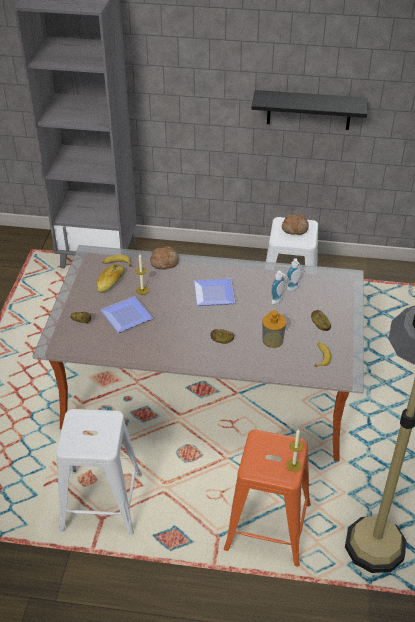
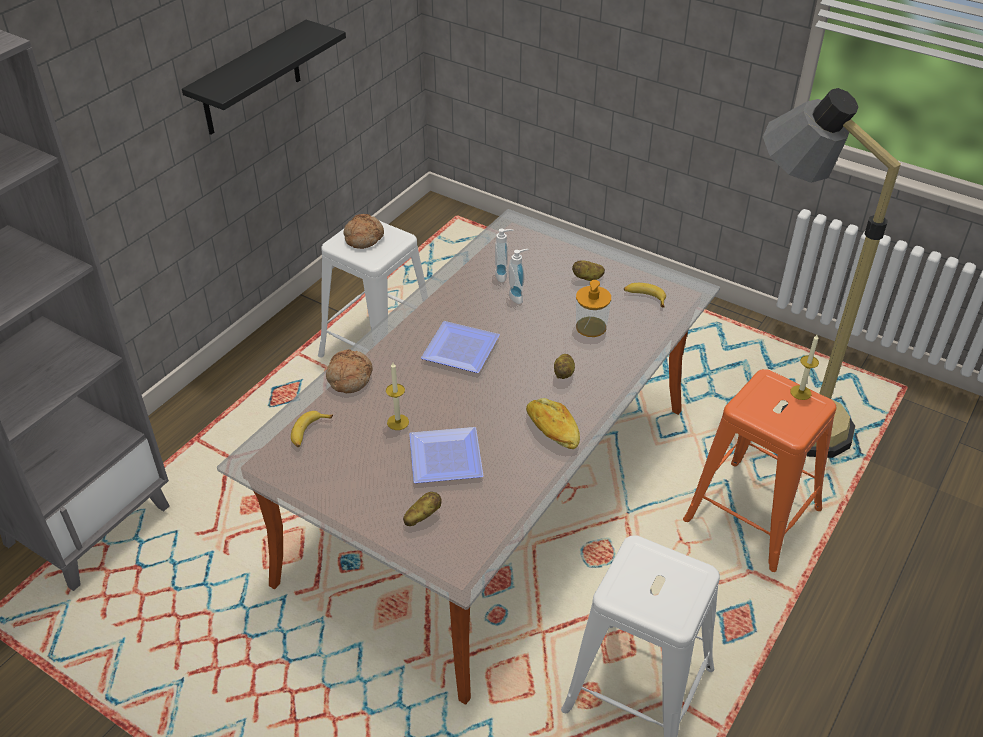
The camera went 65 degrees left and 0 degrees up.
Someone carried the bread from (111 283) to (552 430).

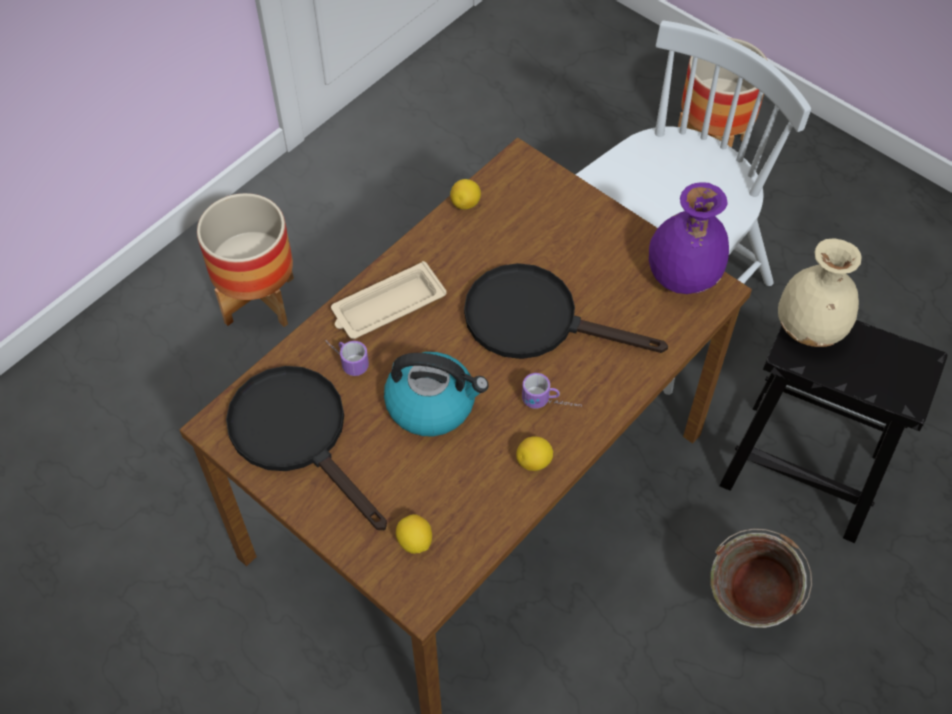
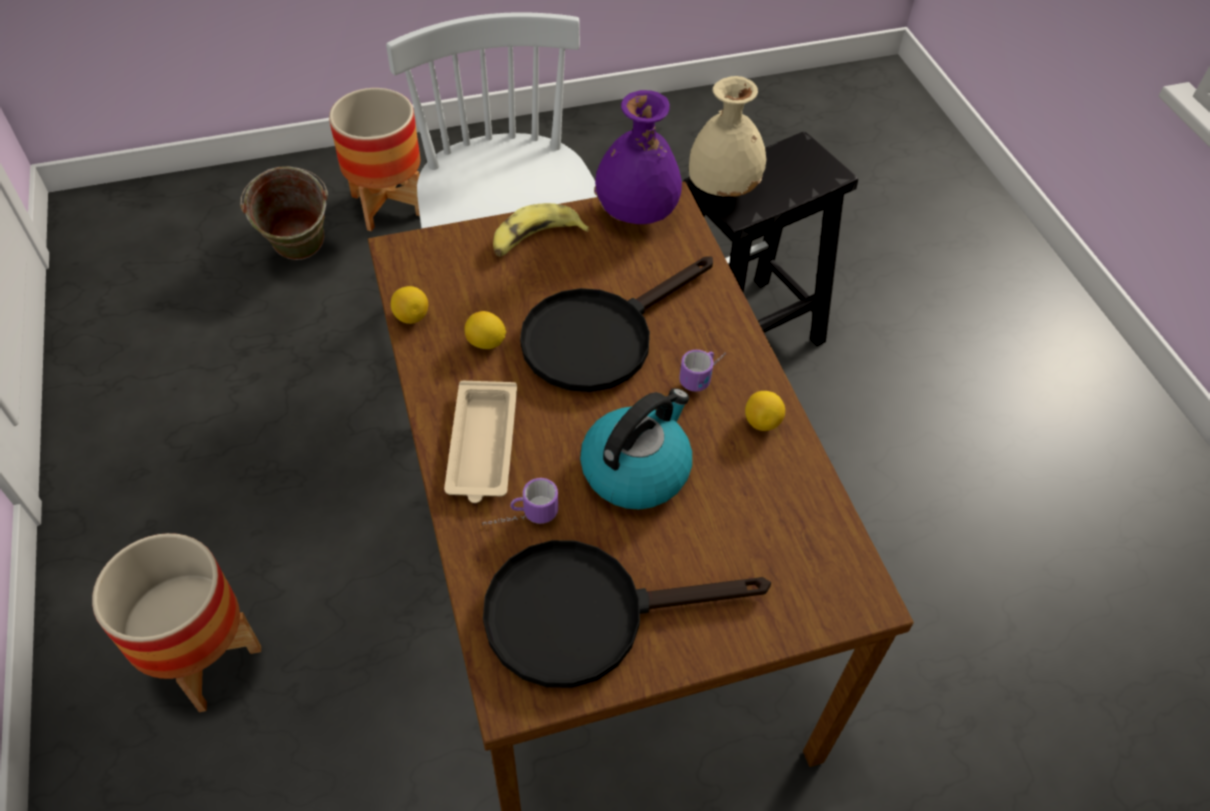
The camera went 60 degrees left and 5 degrees down.
Someone carried the lemon from (414 541) to (486 343).
Someone carried the bucket (green) from (745 608) to (300 257).
Someone put down the banana at (535 240).

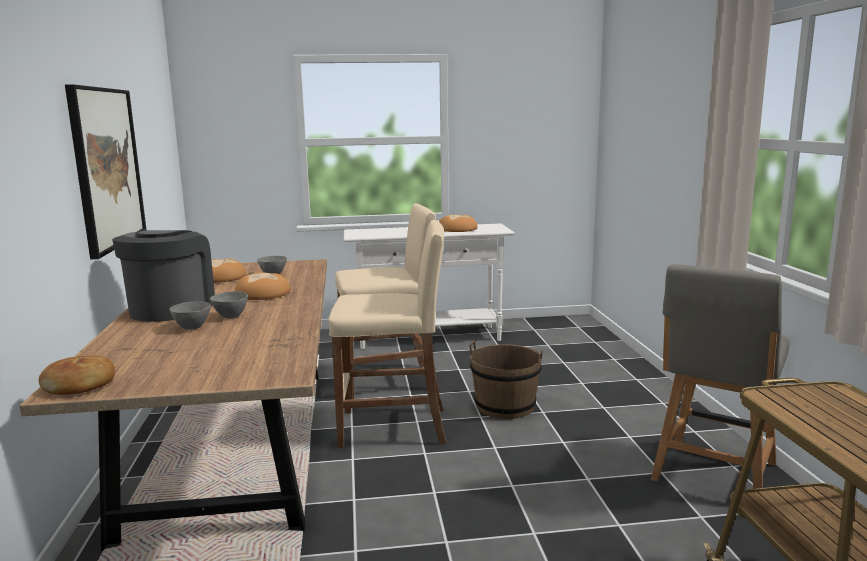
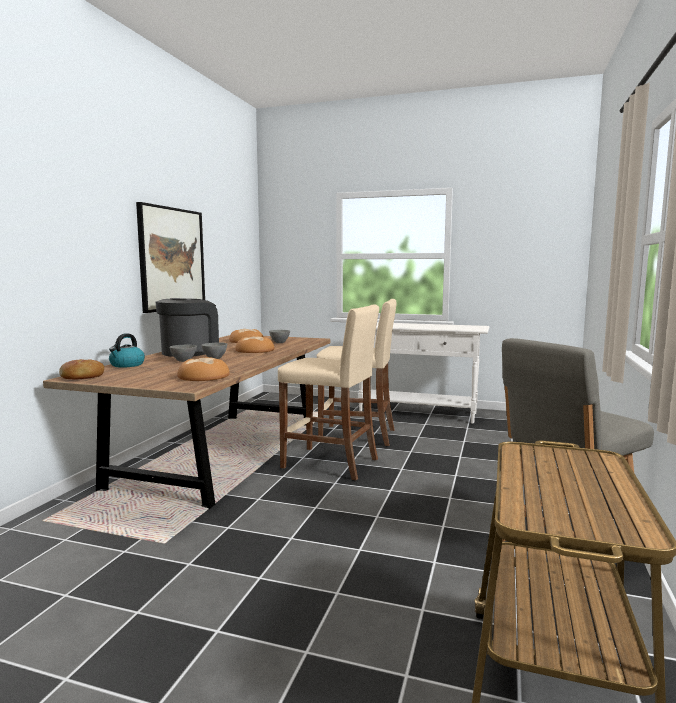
The camera went 25 degrees right and 5 degrees down.
Someone carried the bread from (457 229) to (203 376).
Someone took away the bucket (brown) at (505 406).
Someone put down the kettle at (127 365).

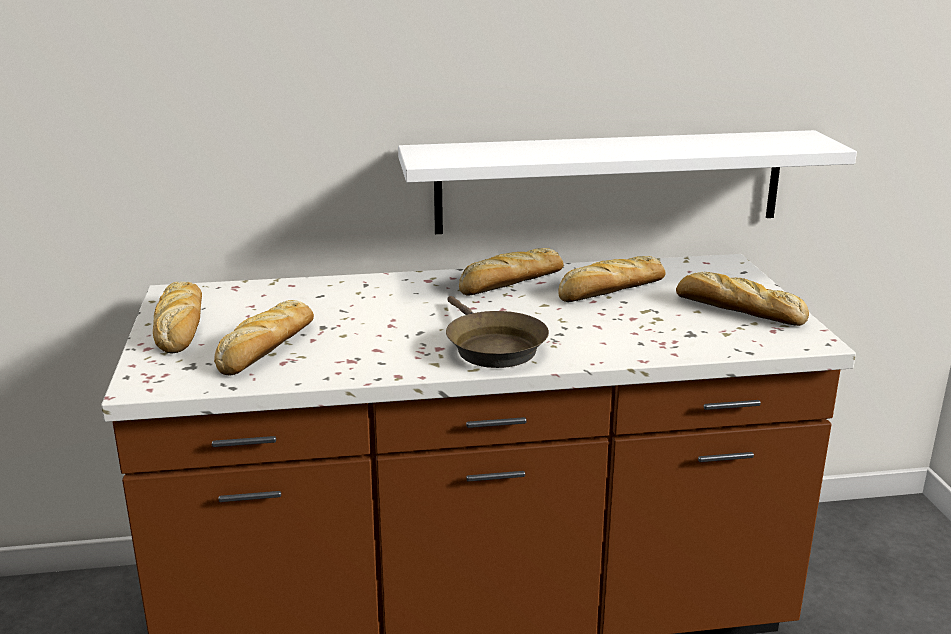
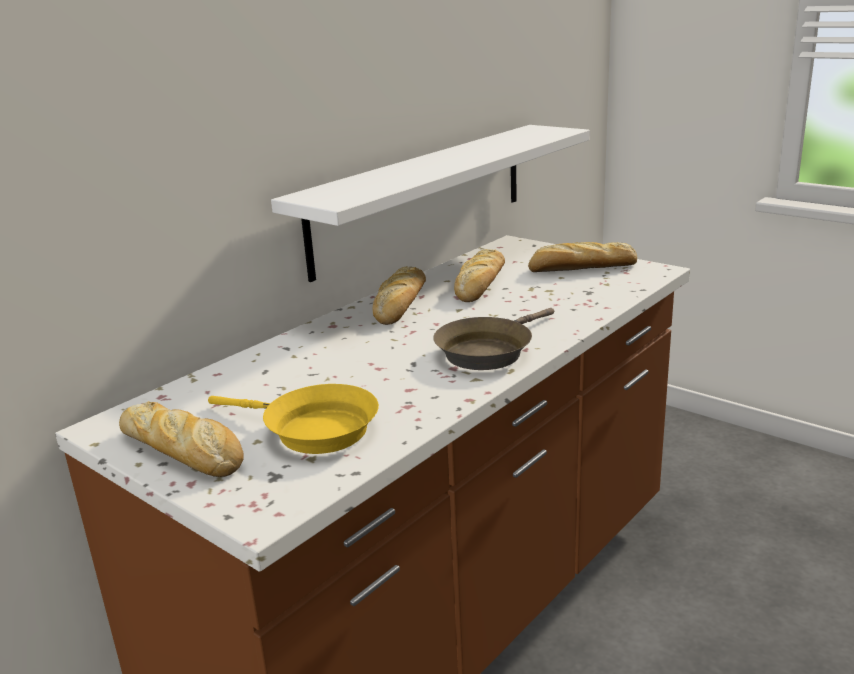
The camera went 40 degrees left and 0 degrees up.
Someone rotated the frying pan (brown) at (491 347) by 105 degrees clockwise.
Someone swapped the bread at (266 348) for the frying pan (yellow) at (313 430).

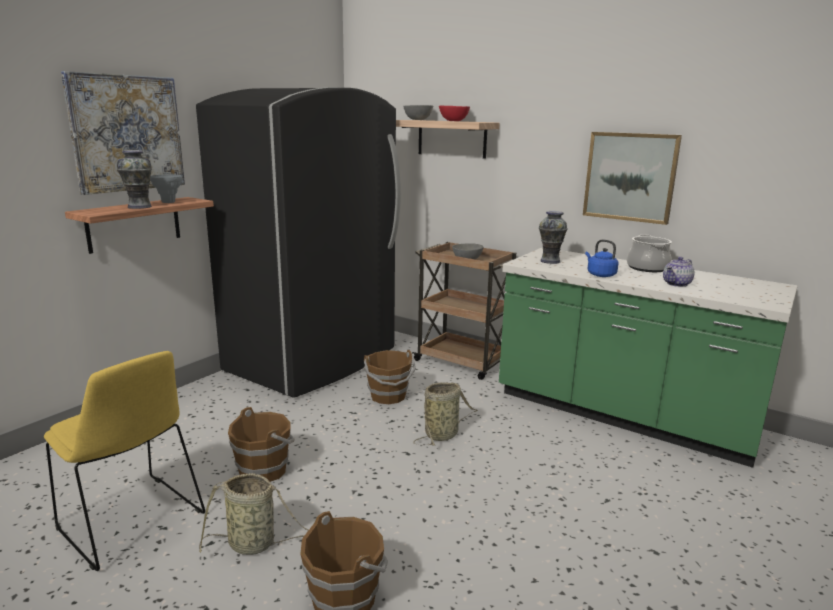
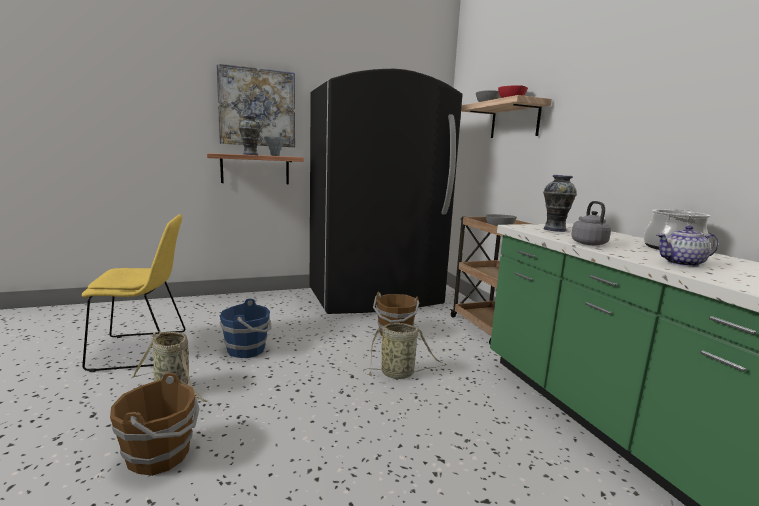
The camera went 35 degrees right and 5 degrees down.
Someone took away the picture at (630 177).
Someone repainted the kettle (blue) at (600 275), which became the kettle (grey) at (587 243).
Someone rotated the chair (yellow) at (132 522) by 90 degrees counterclockwise.
Someone repainted the bucket (brown) at (264 470), which became the bucket (blue) at (247 349).

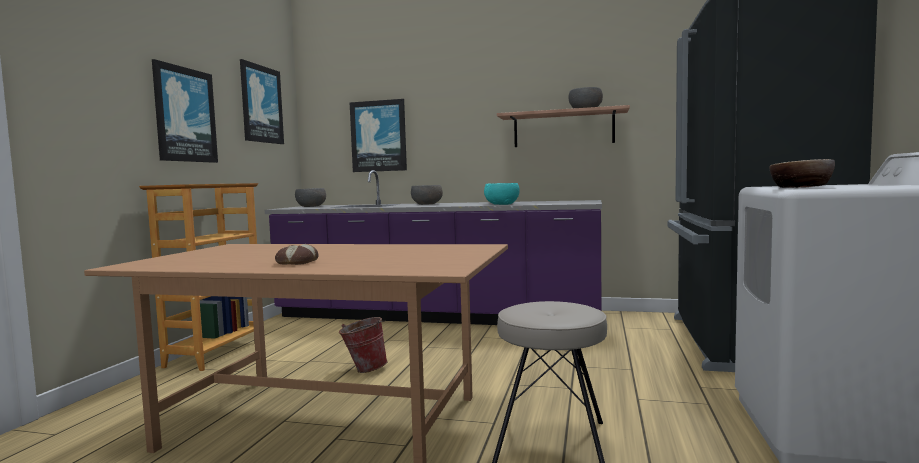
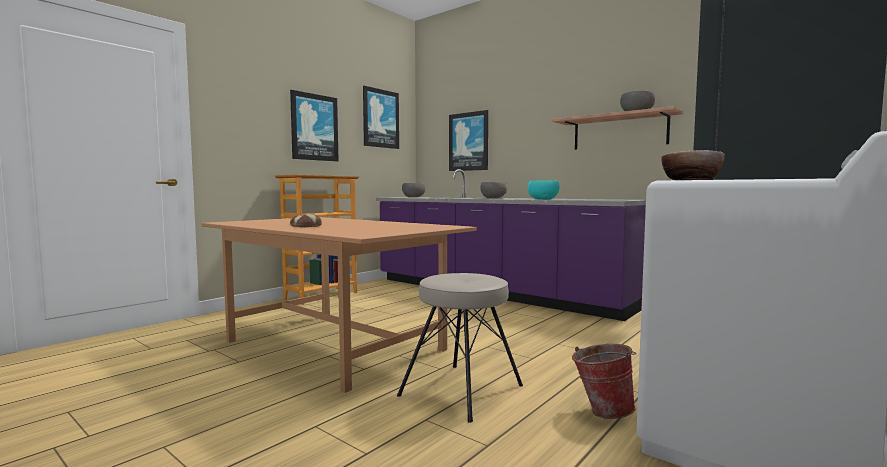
The camera went 25 degrees right and 0 degrees up.
Someone carried the bucket from (364 369) to (601 411).

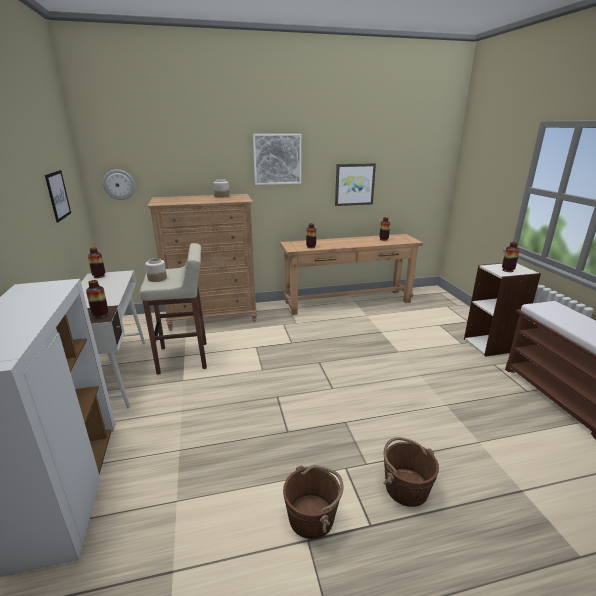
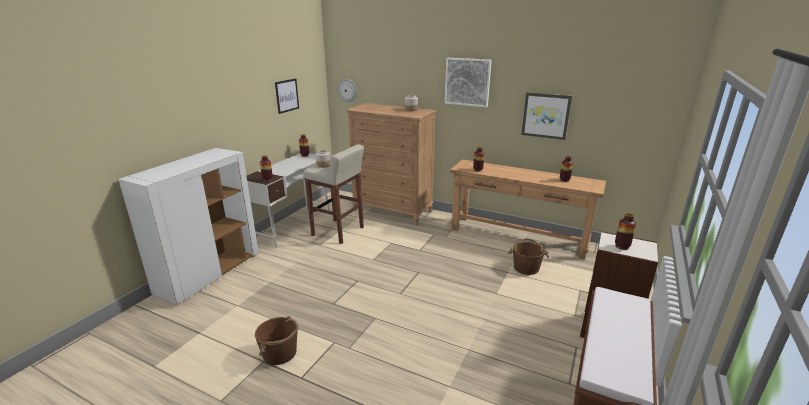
The camera went 40 degrees right and 0 degrees up.
Someone carried the bucket (brown) from (406 487) to (526 267).

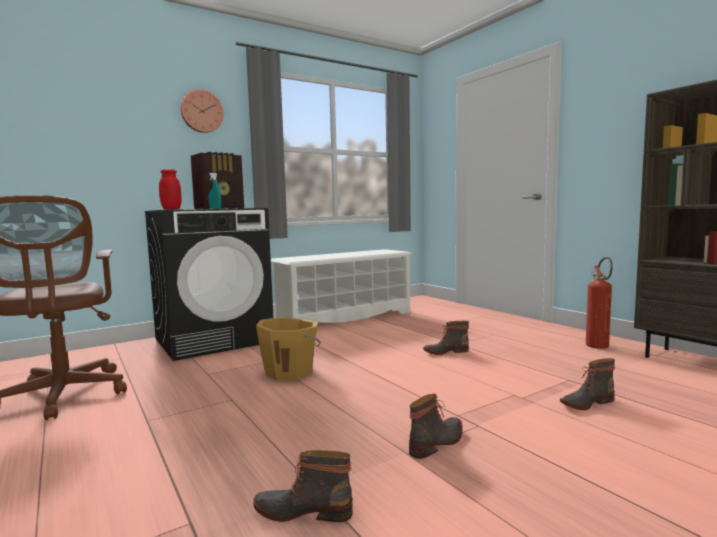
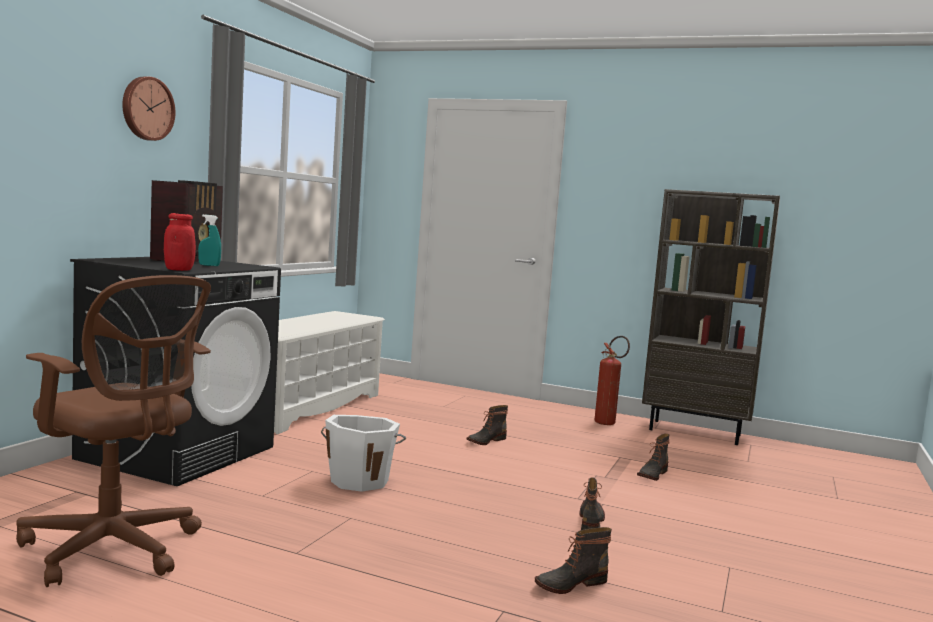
The camera went 35 degrees left and 0 degrees up.
Someone repainted the bucket (orange) at (290 371), which became the bucket (white) at (360 480).

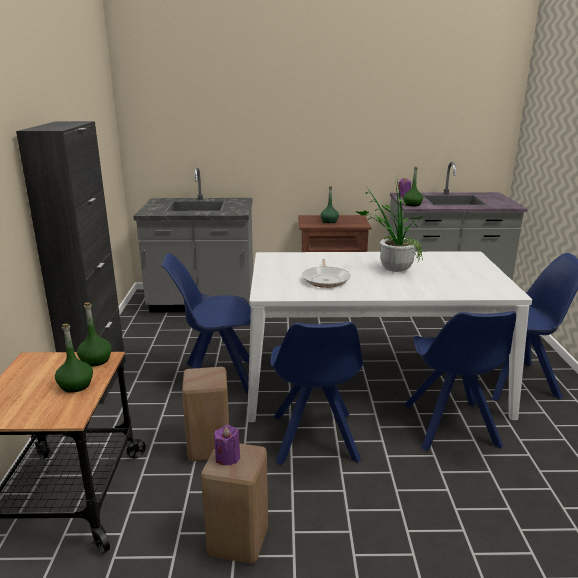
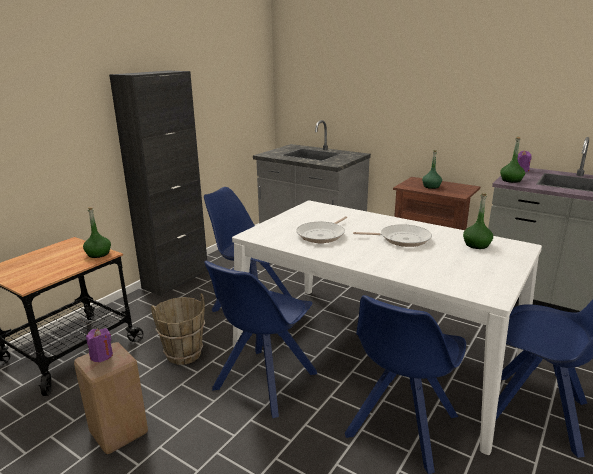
The camera went 35 degrees right and 0 degrees up.
Someone swapped the potted plant at (390 268) for the frying pan at (401 239).
Someone carried the bottle (green) from (75 385) to (476 245).
Someone swapped the stool (beige) at (208 447) for the bucket (brown) at (183 354).

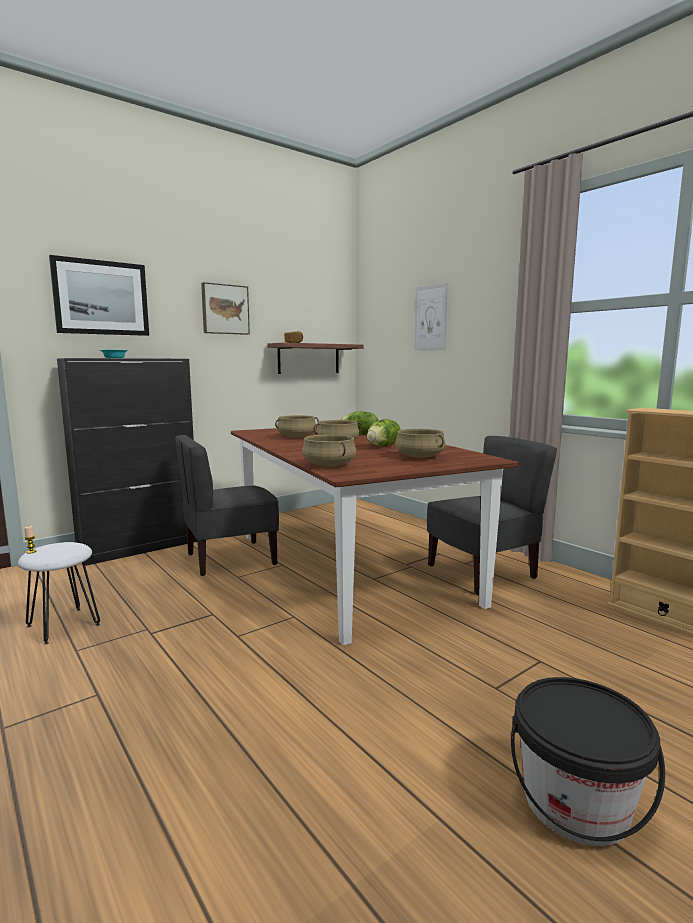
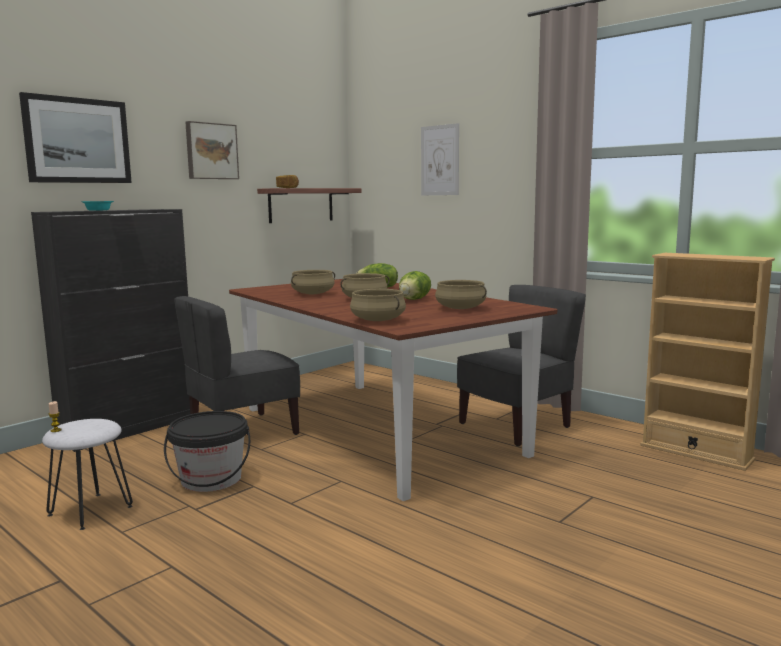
The camera went 10 degrees left and 0 degrees up.
Someone carried the bucket (black) from (576 803) to (211 479).

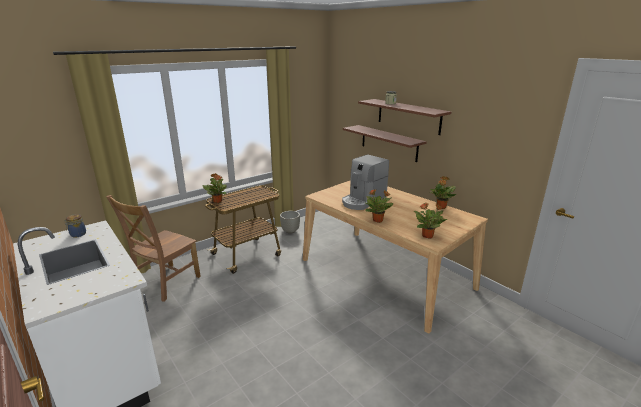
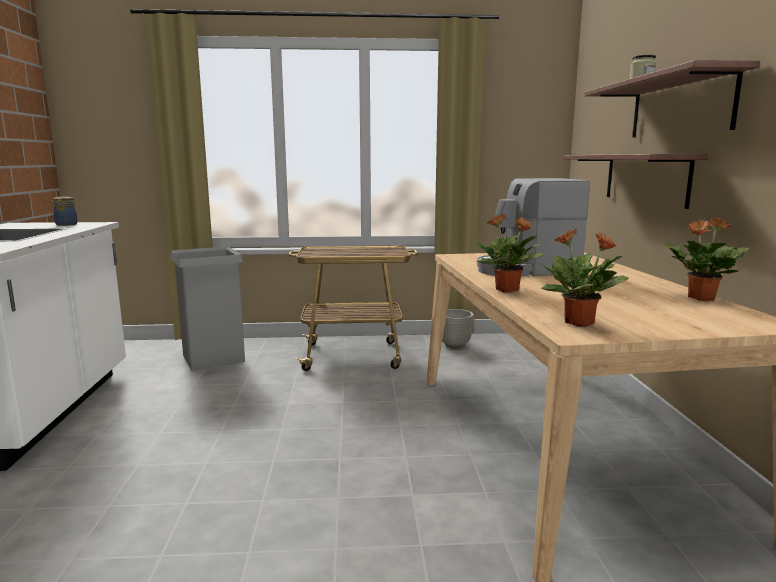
The camera went 35 degrees right and 10 degrees down.
Someone took away the potted plant at (217 201).
Someone swapped the chair (brown) at (165 283) for the trash can (grey) at (213 358).

